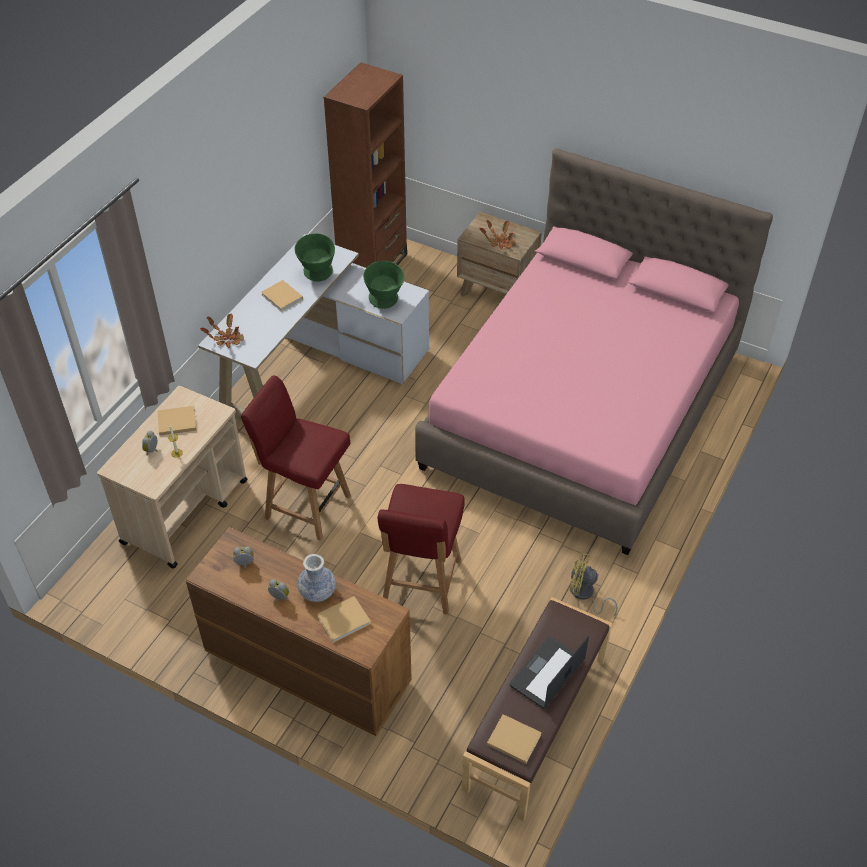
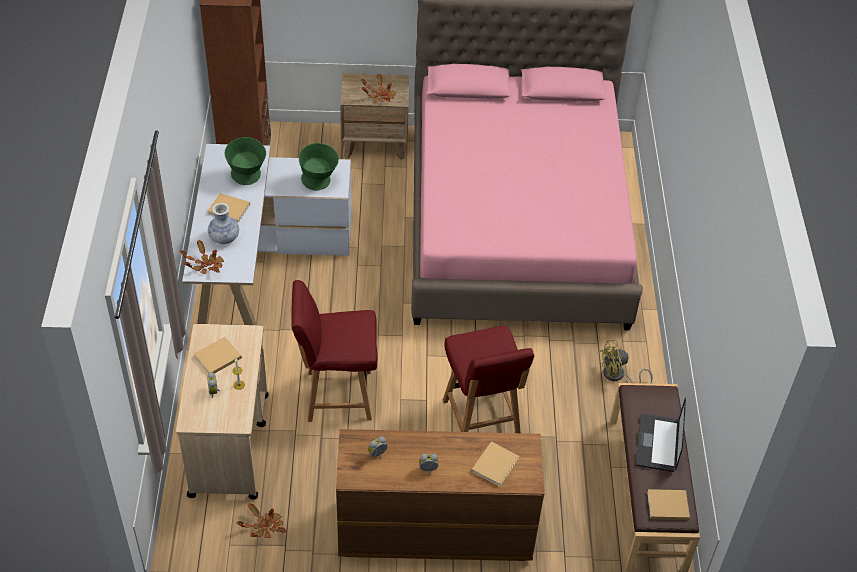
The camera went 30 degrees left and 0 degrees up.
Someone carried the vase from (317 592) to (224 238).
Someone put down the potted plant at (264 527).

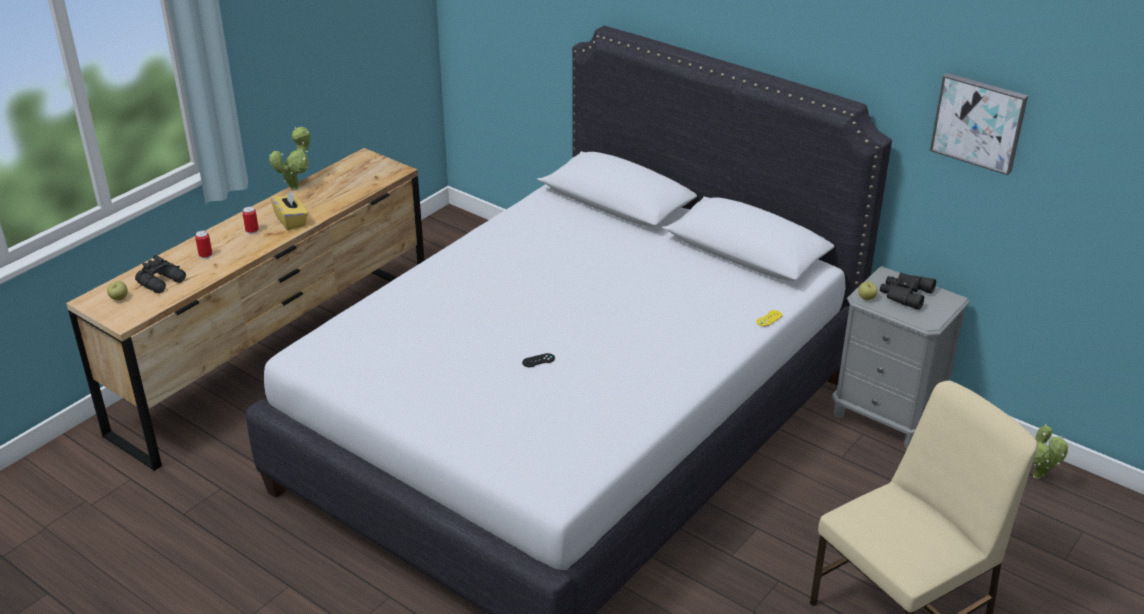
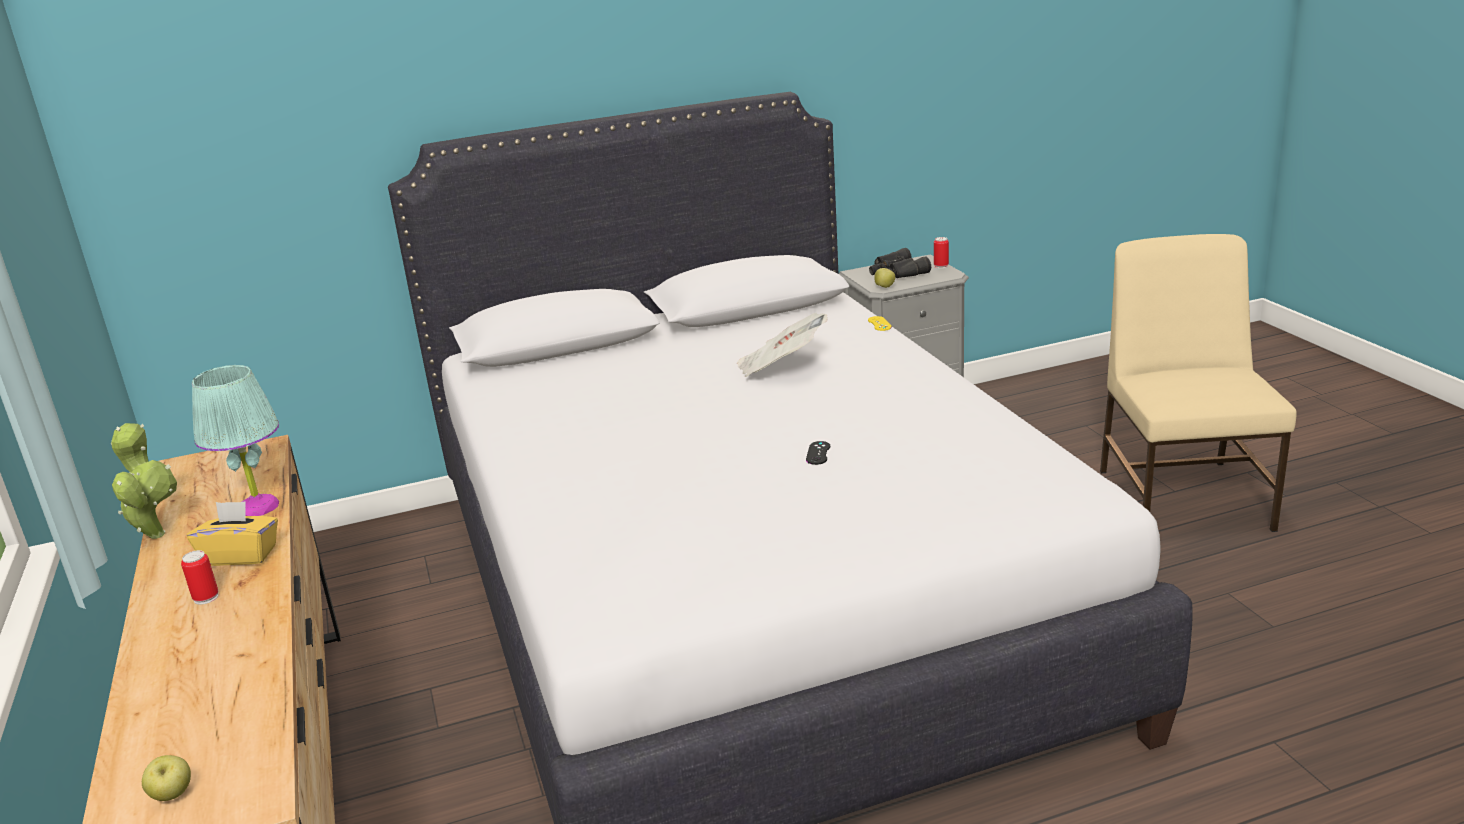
The camera went 55 degrees left and 10 degrees down.
Someone took away the picture at (979 122).
Someone carried the can from (205 255) to (941 266).
Someone took away the binoculars (black) at (163 282).
Someone took away the potted plant at (1038 478).
Someone put down the newspaper at (780 368).
Someone put down the table lamp (turquoise) at (257 507).

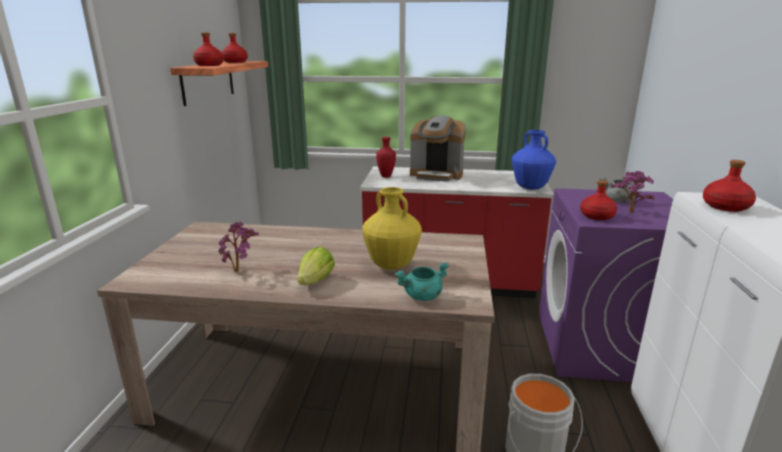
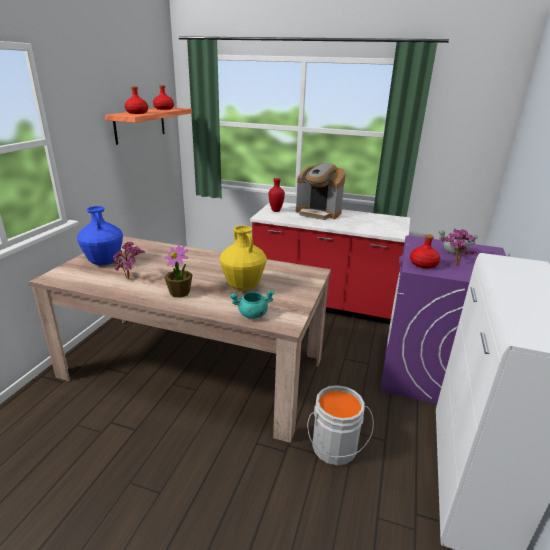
The camera went 10 degrees right and 5 degrees up.
Someone carried the vase (blue) from (530 188) to (104 262).
Someone took away the bottle (red) at (725 206).
Someone swapped the lettuce at (315 281) for the potted plant at (180 293).

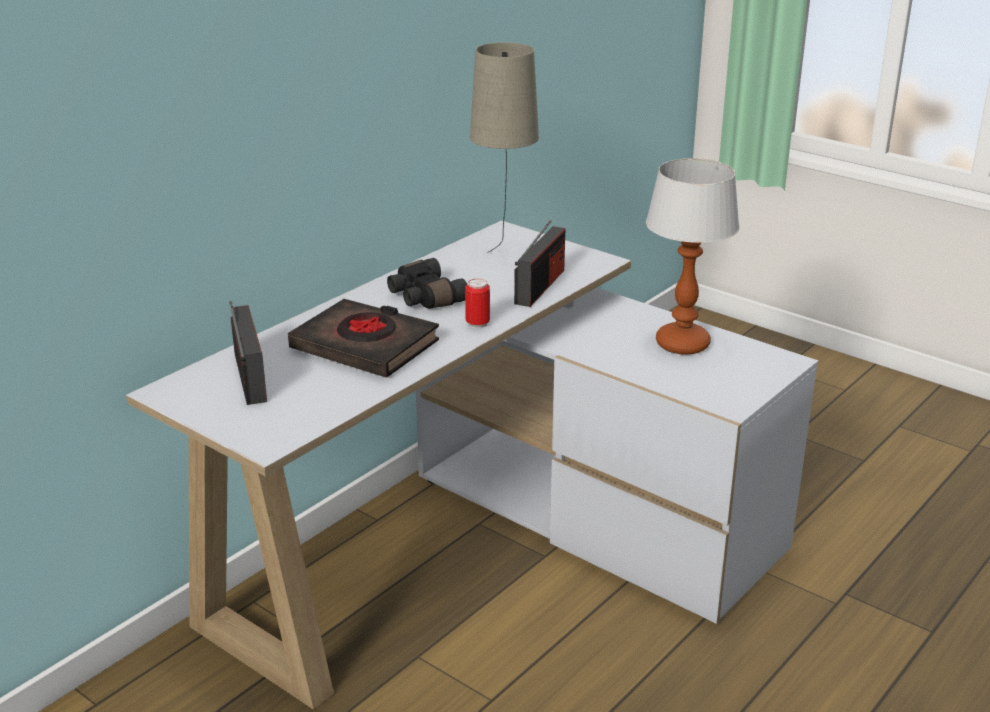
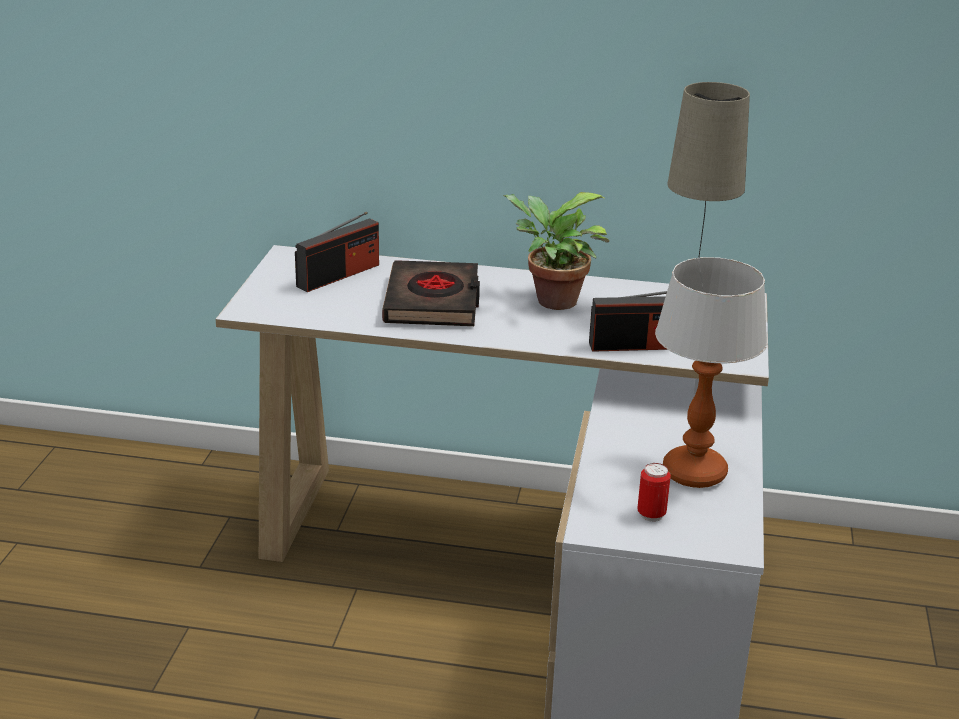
The camera went 60 degrees right and 0 degrees up.
Someone swapped the binoculars (black) at (424 297) for the potted plant at (551 301).
Someone carried the can from (477 324) to (651 515).

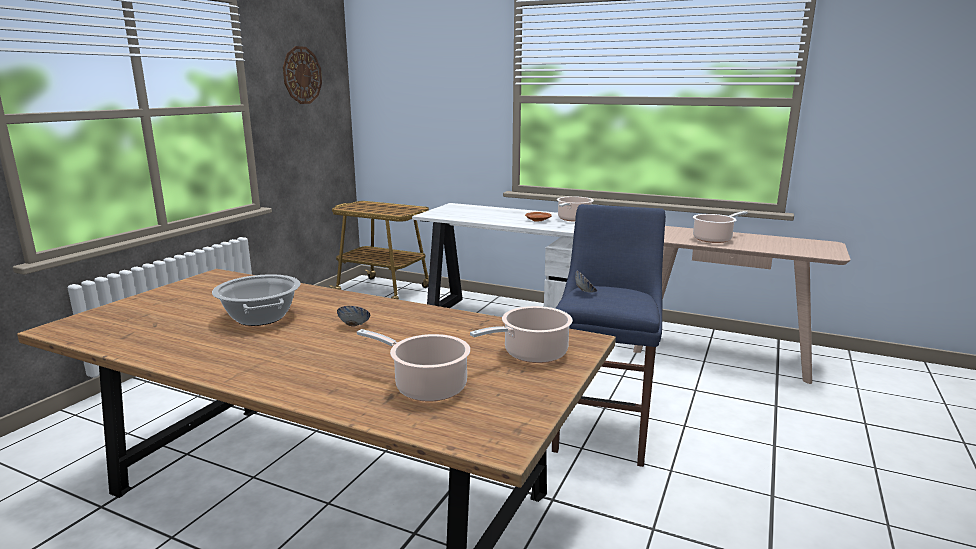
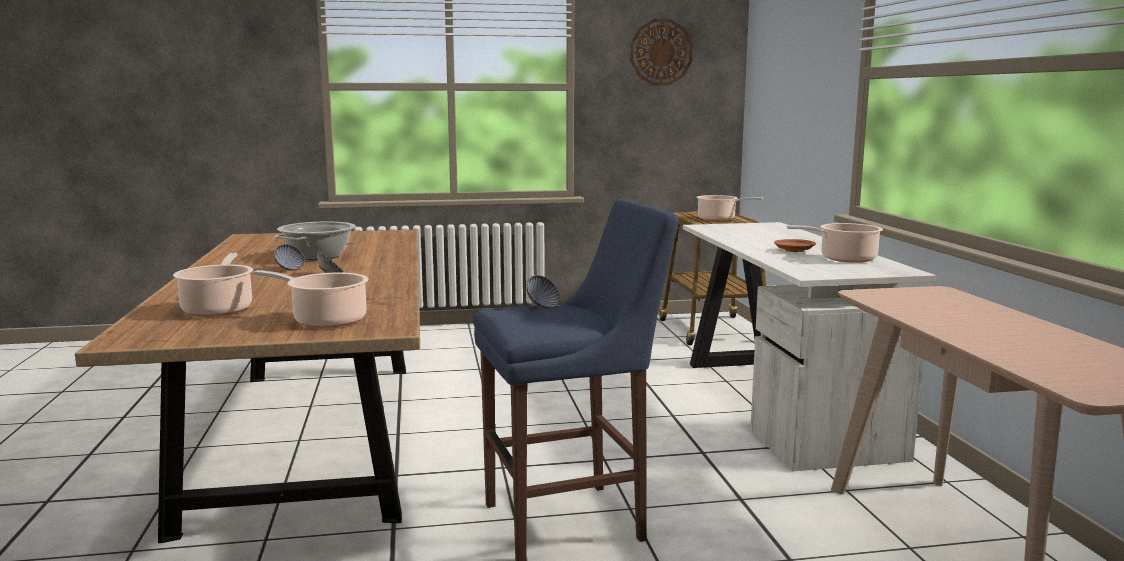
The camera went 55 degrees right and 5 degrees down.
Someone carried the cooking pot from (714 239) to (719 219).
Someone put down the bowl at (290 269).

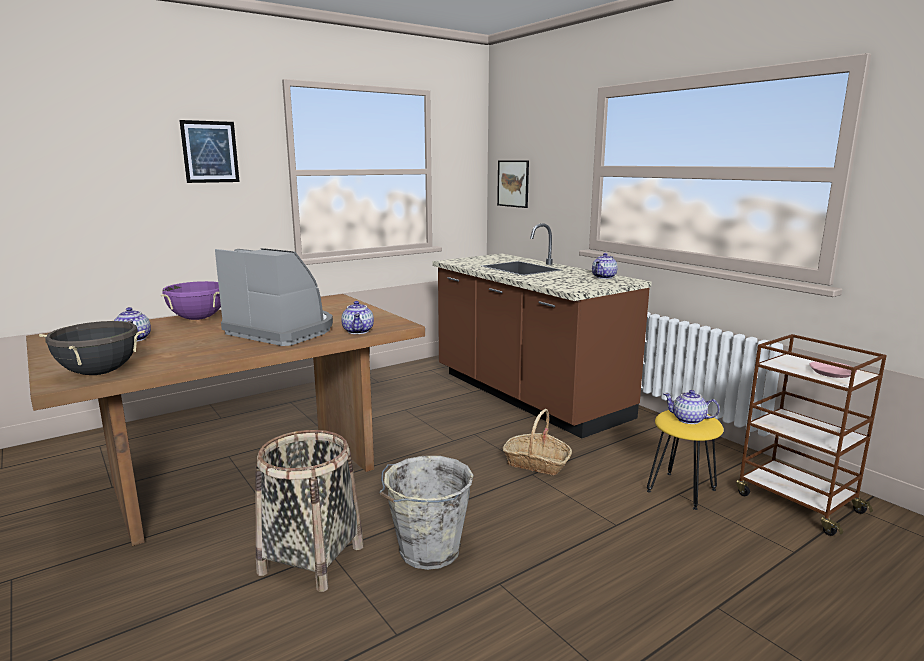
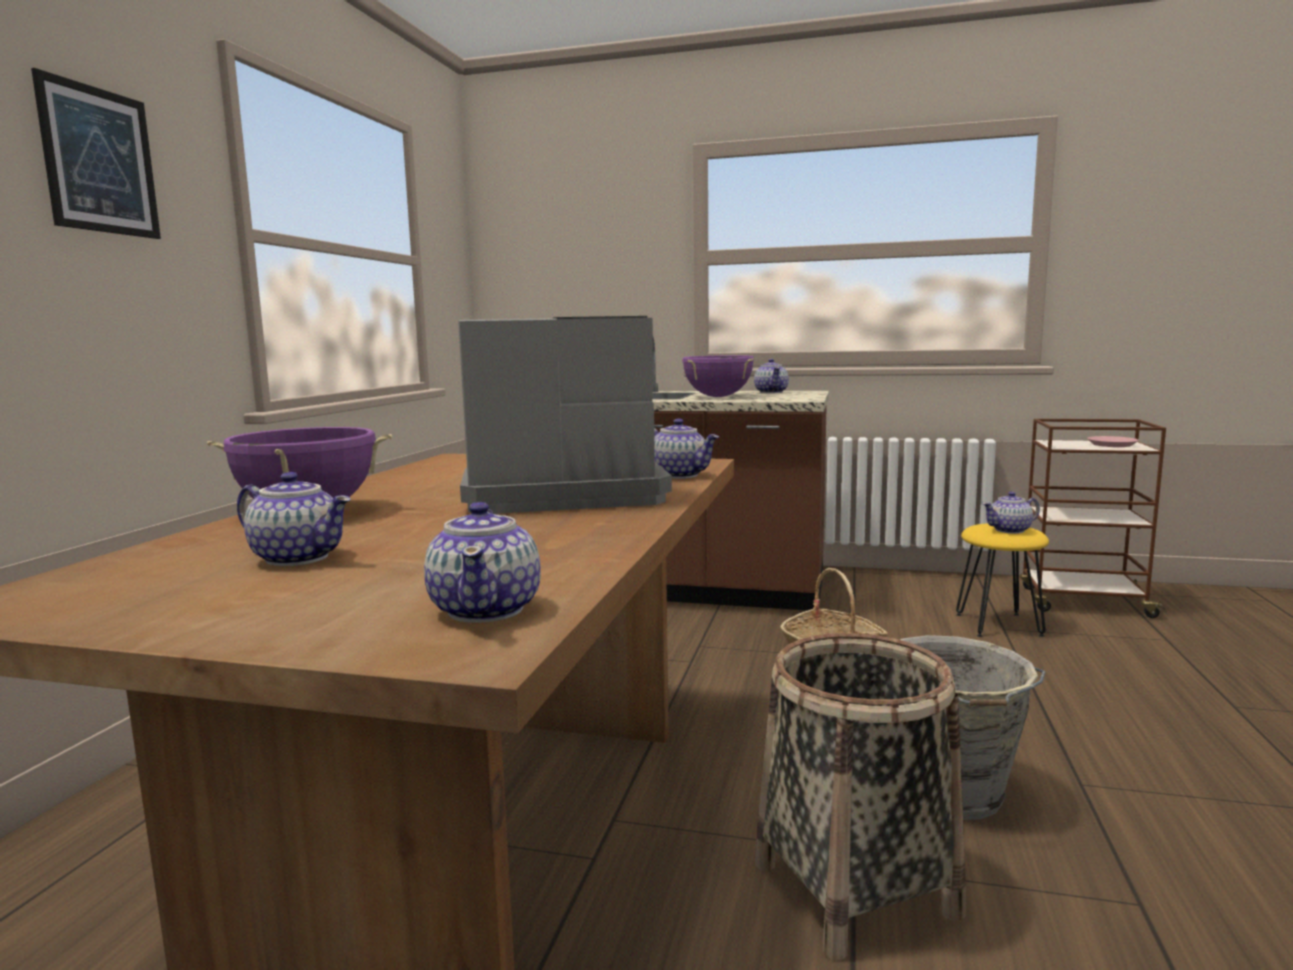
The camera went 40 degrees left and 5 degrees down.
Someone took away the picture at (513 183).
Someone swapped the cooking pot (black) at (99 373) for the teapot at (487 609).
Someone put down the cooking pot (purple) at (718 397).

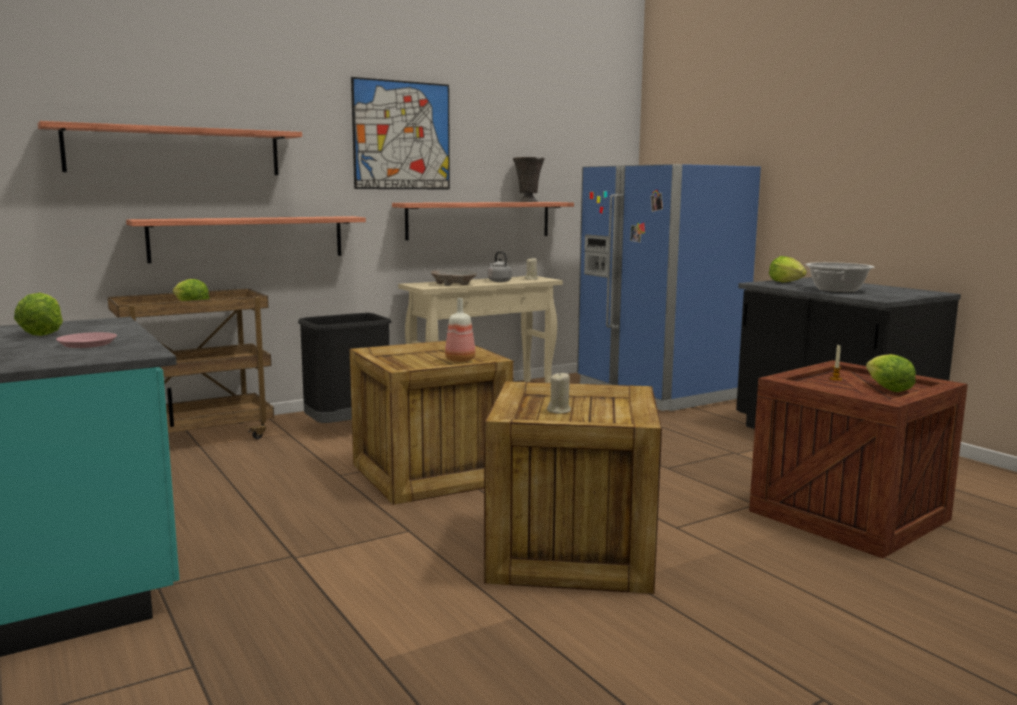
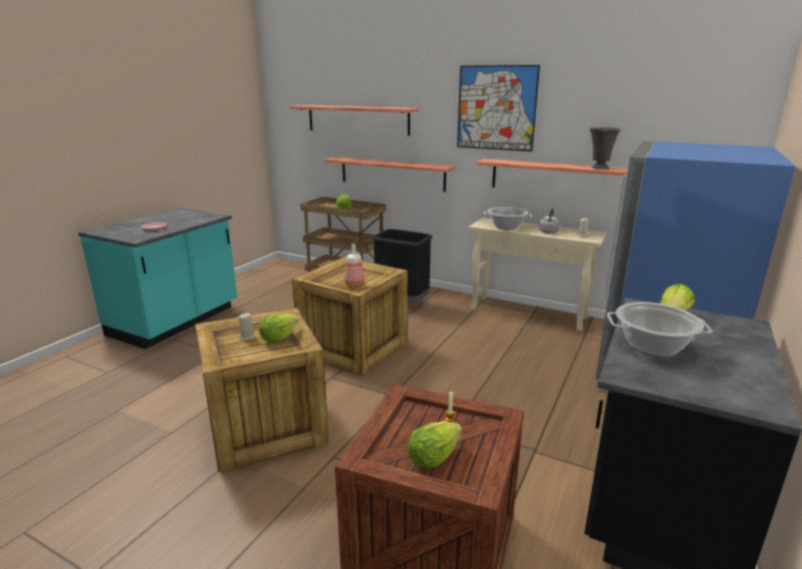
The camera went 60 degrees right and 10 degrees up.
Someone swapped the bowl (beige) at (454 284) for the cooking pot at (506 227).
Someone carried the lettuce from (42 333) to (278 338).

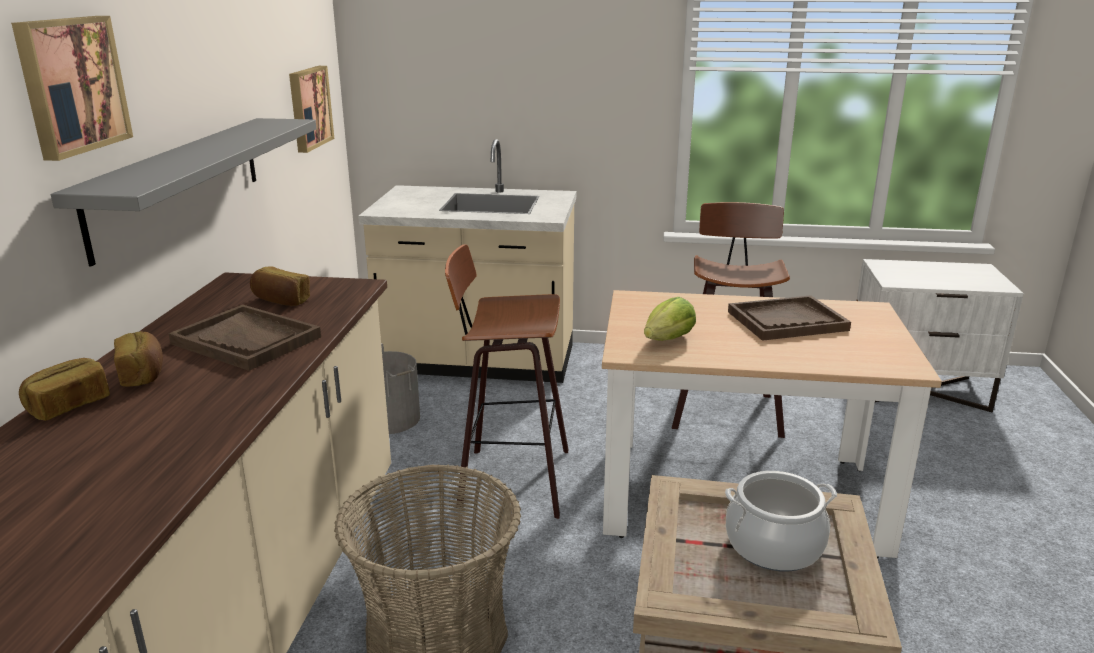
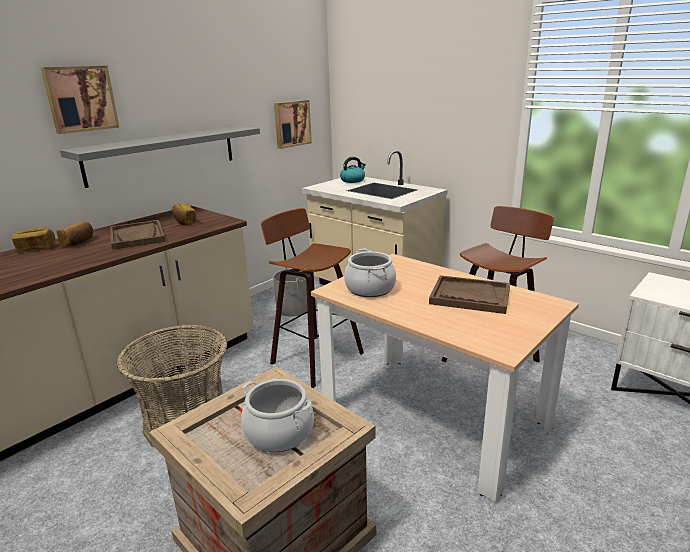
The camera went 35 degrees right and 0 degrees up.
Someone swapped the lettuce at (669 339) for the cooking pot at (370 289).
Someone put down the kettle at (353 180).

